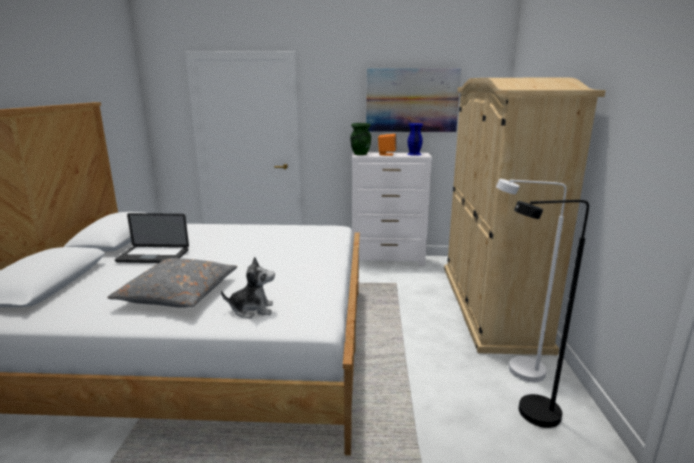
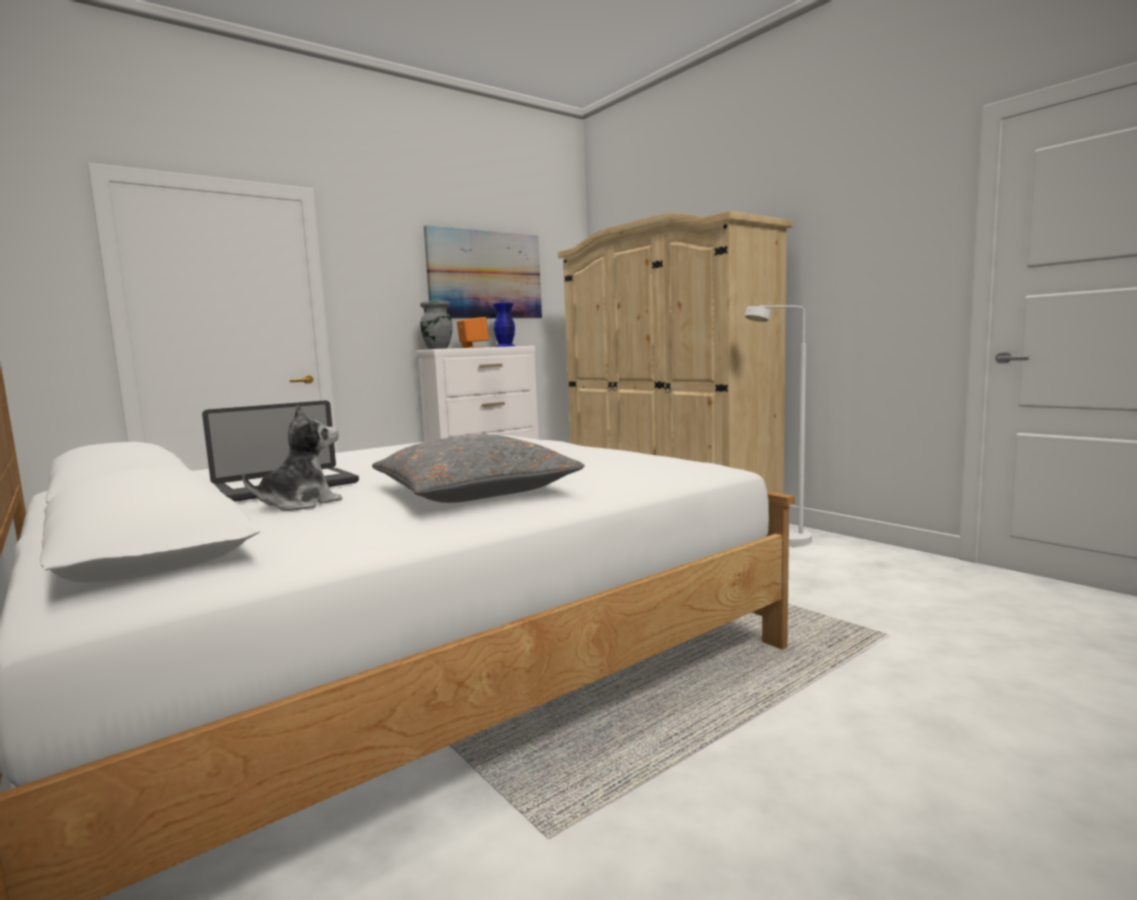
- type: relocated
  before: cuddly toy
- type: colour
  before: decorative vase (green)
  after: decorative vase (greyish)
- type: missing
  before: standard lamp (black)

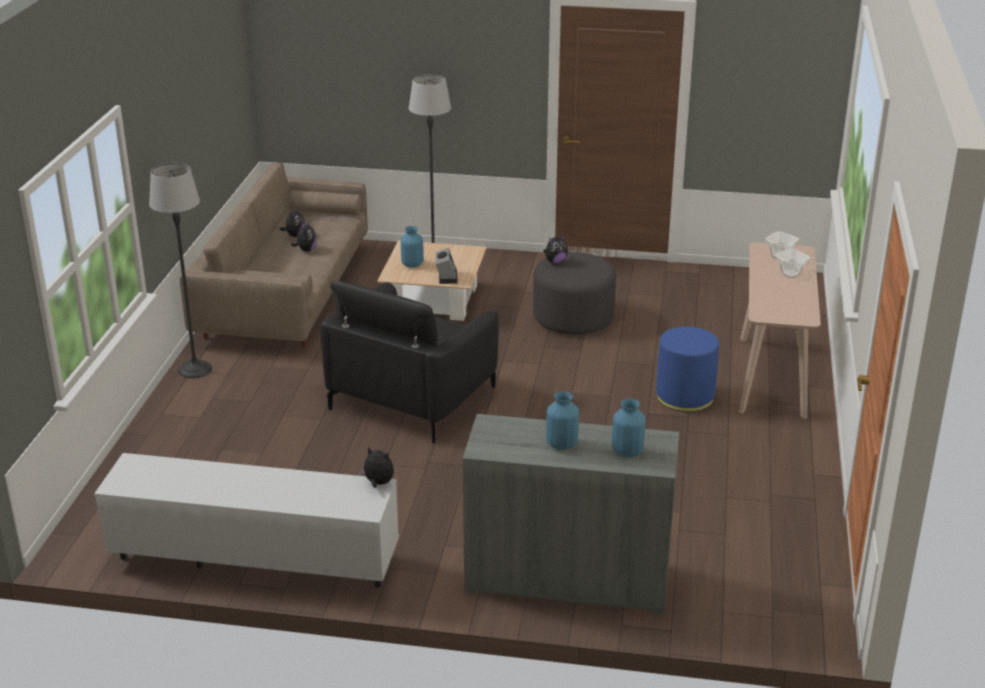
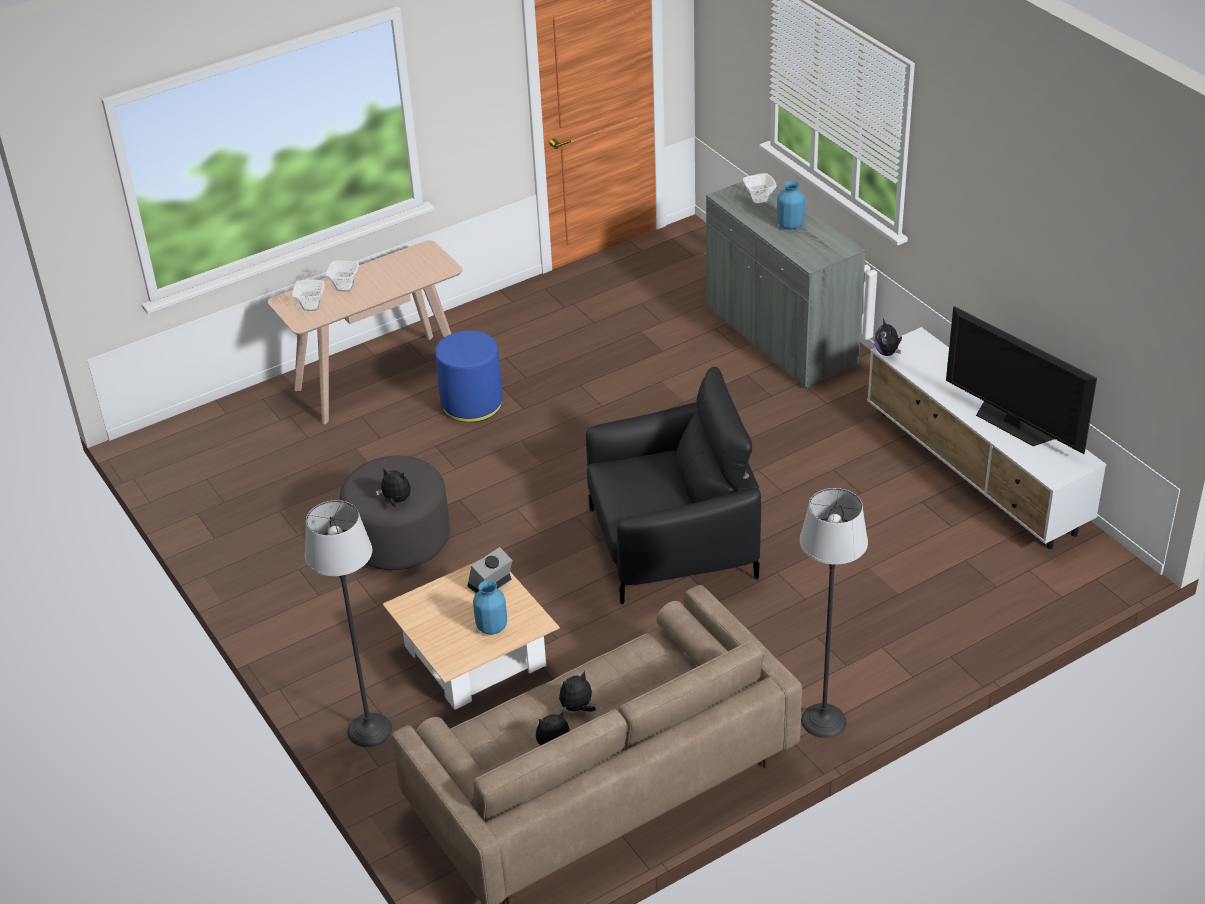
- type: exchanged
  before: decorative vase (blue-coloured) (no. 3 from left)
  after: bowl (no. 3 from left)
- type: appeared
  after: television

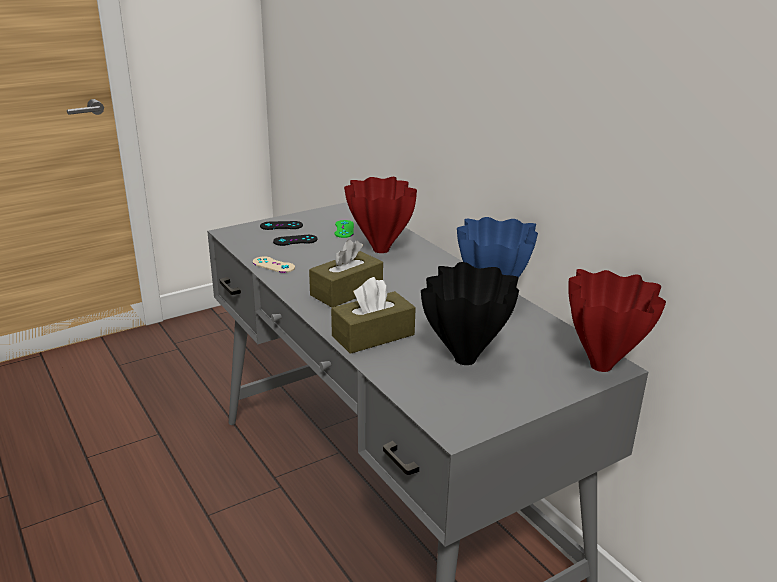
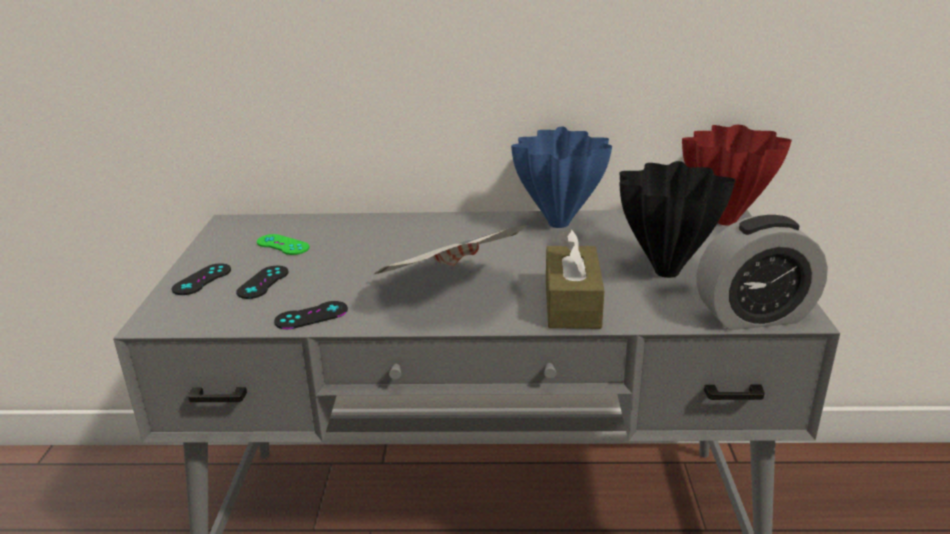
- type: colour
  before: gamepad (sand-coloured)
  after: gamepad (black) (no. 3 from left)
- type: exchanged
  before: box of tissues (brown-coloured) (no. 1 from left)
  after: newspaper
- type: appeared
  after: table clock
- type: missing
  before: decorative vase (reddish) (no. 1 from left)

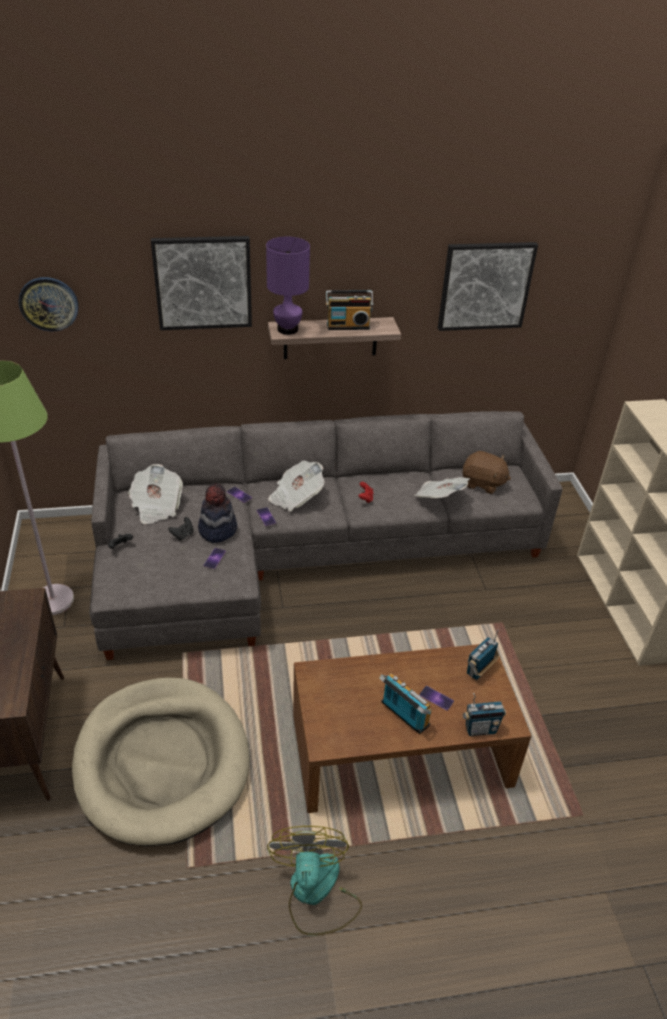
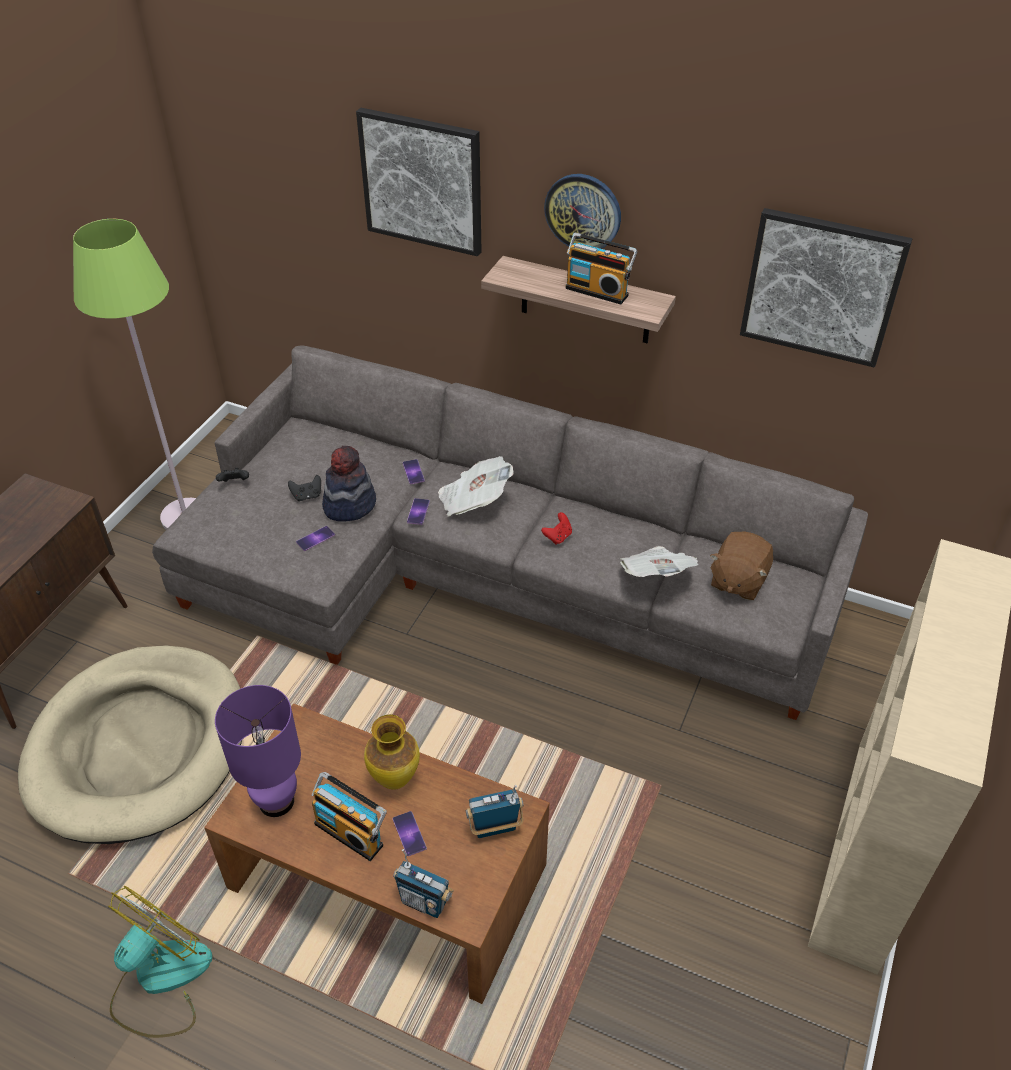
- type: relocated
  before: tabletop lamp (purple-coloured)
- type: spun
  before: radio (no. 2 from left in the first image)
  turn: 135
- type: appeared
  after: decorative vase
- type: relocated
  before: wall clock
- type: spun
  before: cuddly toy (brown-coloured)
  turn: 60
- type: missing
  before: newspaper (no. 1 from left)

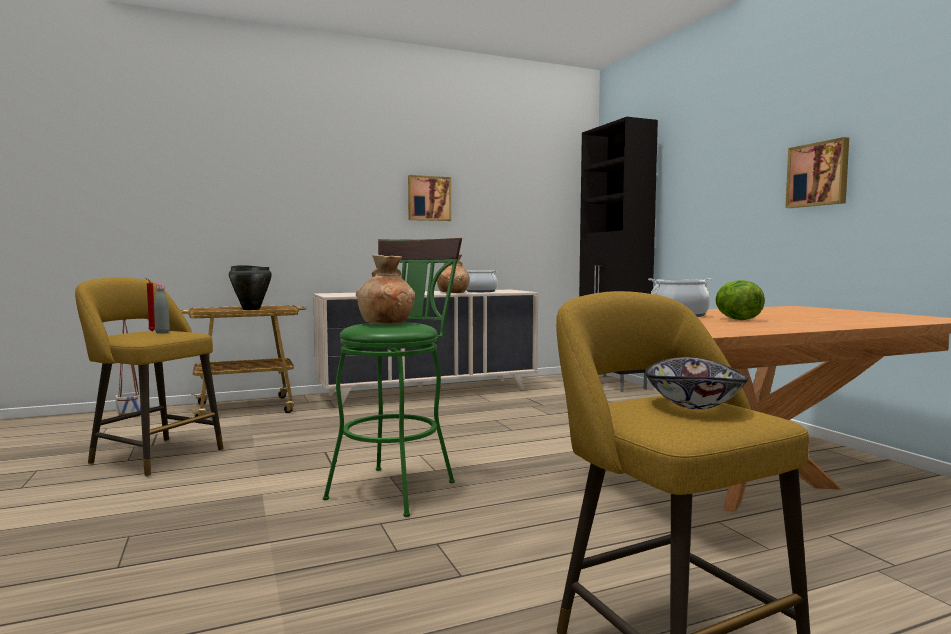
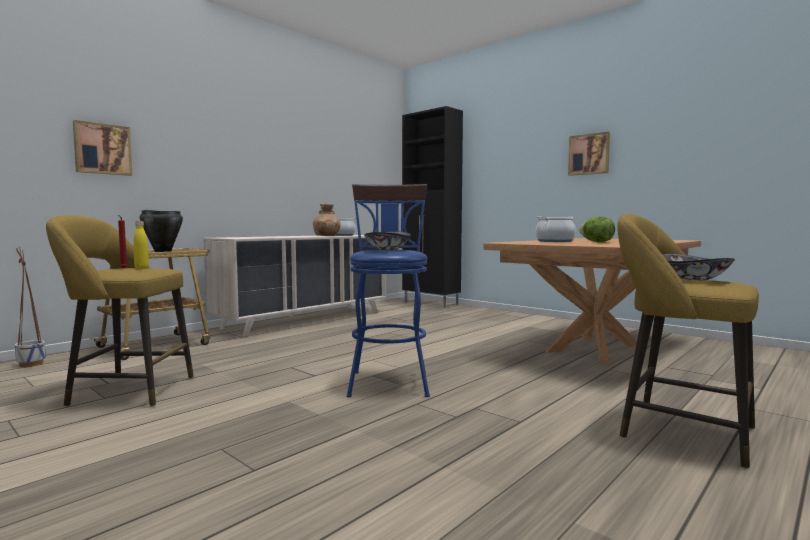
- type: relocated
  before: picture (no. 1 from left)
- type: colour
  before: bottle (greyish)
  after: bottle (yellow-coloured)
- type: colour
  before: sitting stool (green)
  after: sitting stool (blue-coloured)
- type: exchanged
  before: decorative vase (brown-coloured) (no. 1 from left)
  after: bowl (no. 1 from left)

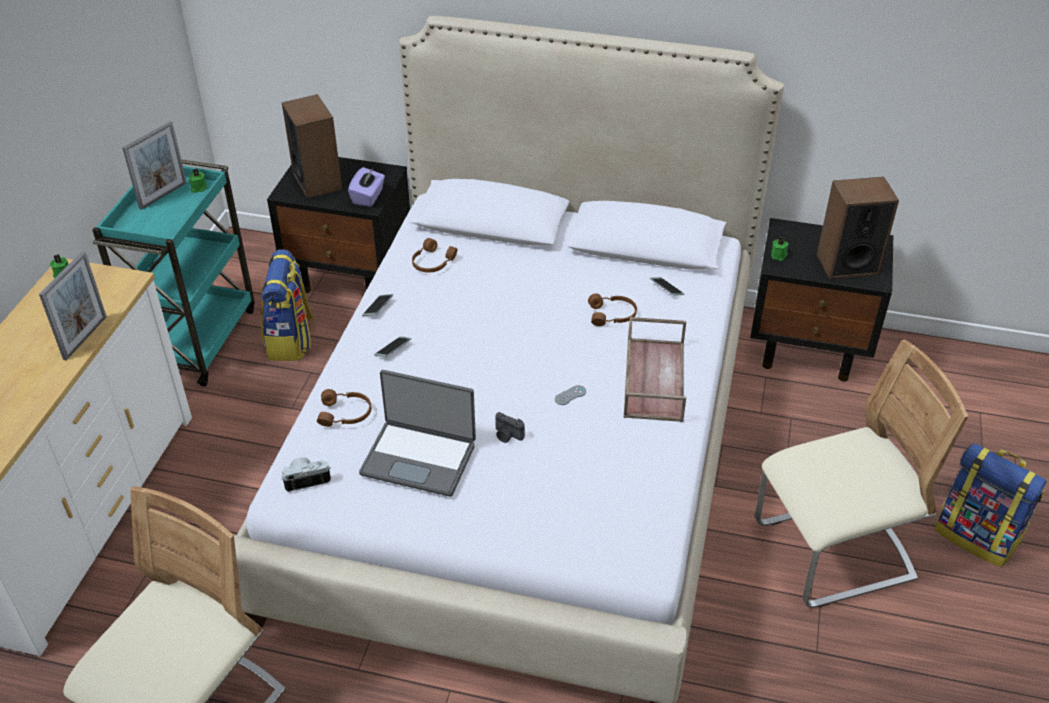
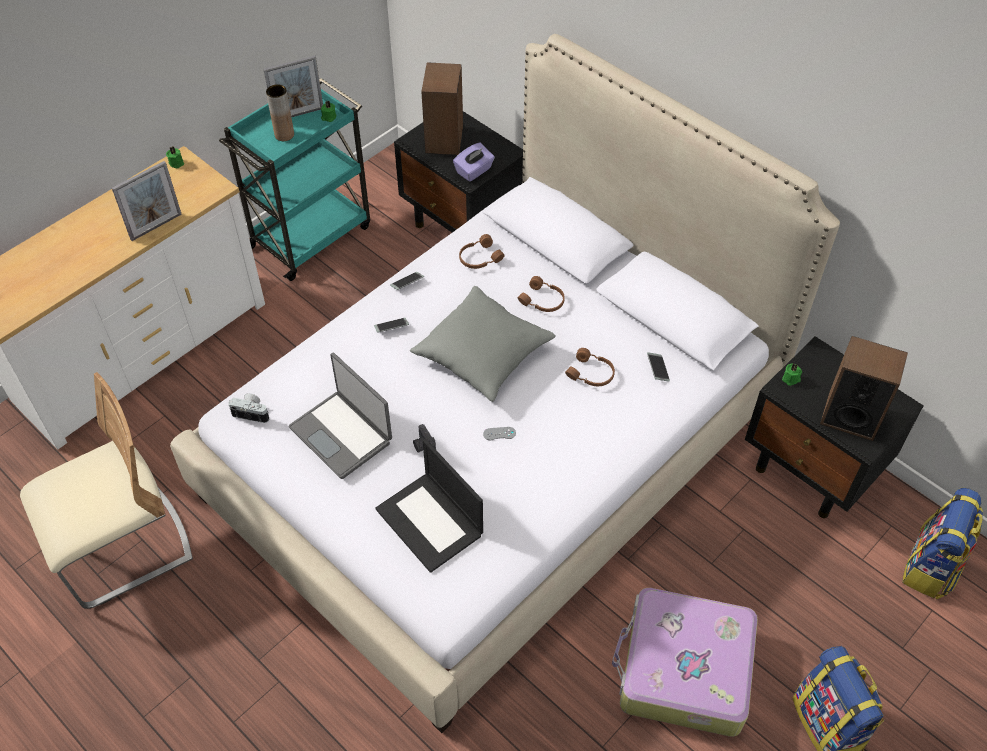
- type: appeared
  after: decorative vase (brown-coloured)
- type: appeared
  after: laptop (no. 2 from left)
- type: appeared
  after: pillow (greyish)
- type: relocated
  before: pair of headphones (brown-coloured) (no. 1 from left in the first image)
  after: pair of headphones (brown-coloured) (no. 2 from left)
- type: exchanged
  before: chair (sand-coloured) (no. 2 from left)
  after: suitcase
- type: relocated
  before: knapsack (no. 1 from left in the first image)
  after: knapsack (no. 2 from left)
- type: missing
  before: tray (brown-coloured)

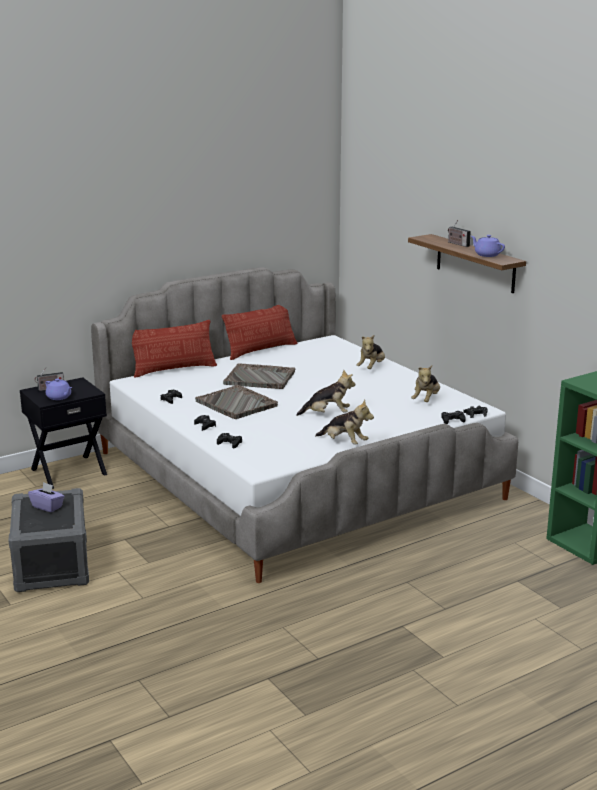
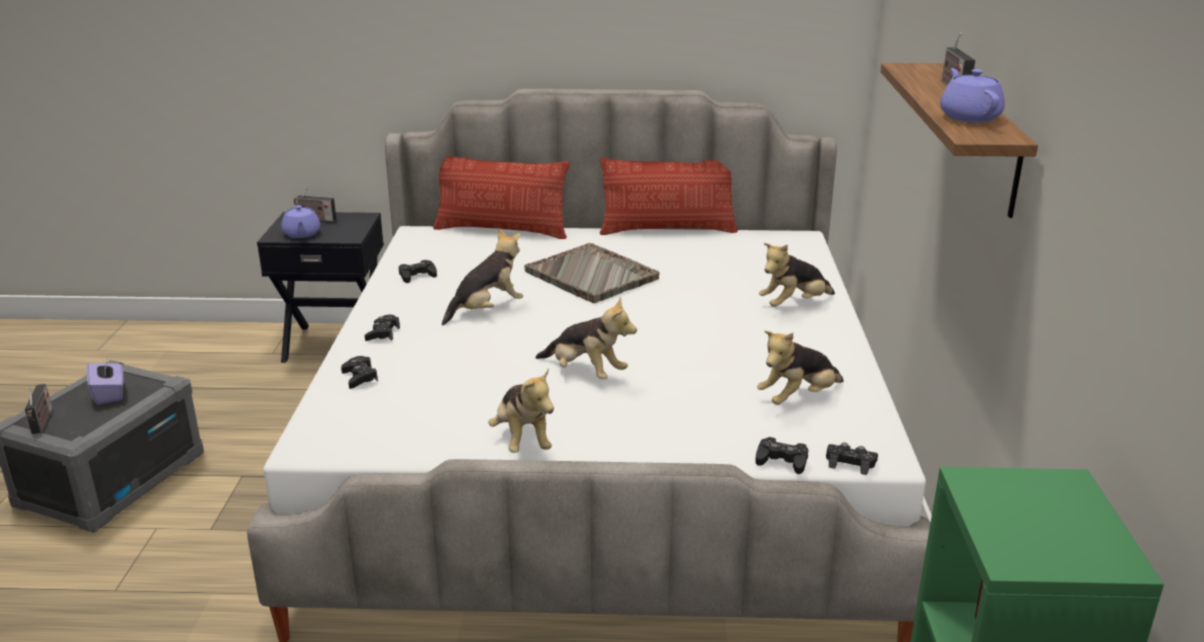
- type: appeared
  after: radio (no. 1 from left)
- type: exchanged
  before: tray (greyish) (no. 1 from left)
  after: cuddly toy (no. 1 from left)

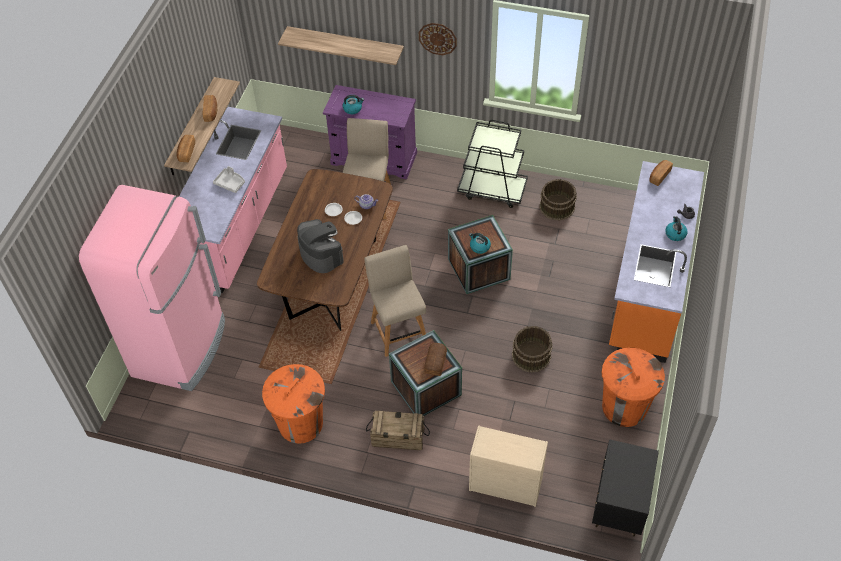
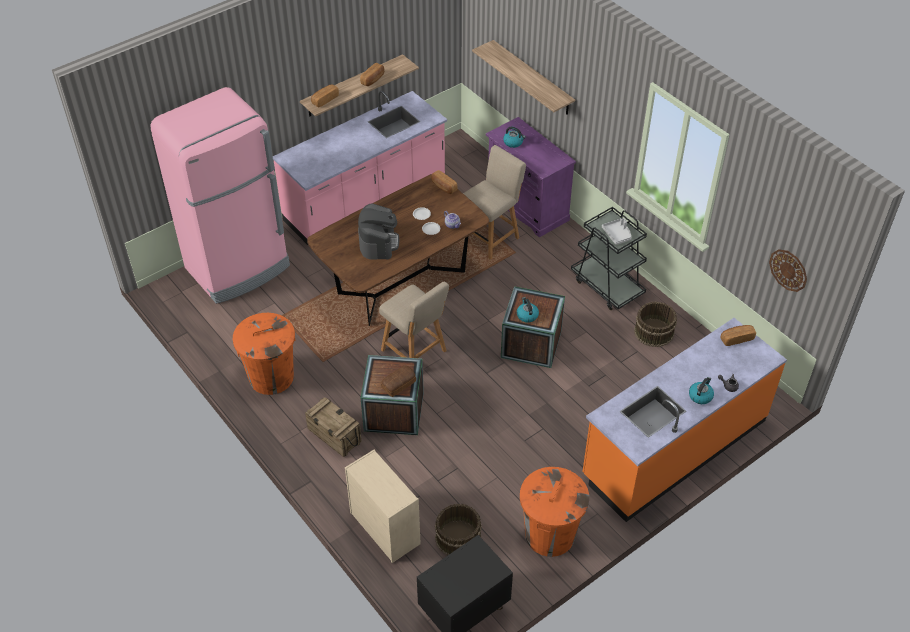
- type: spun
  before: chair (sand-coloured) (no. 2 from left in the first image)
  turn: 120
- type: appeared
  after: bread (no. 4 from left)
- type: relocated
  before: pail (brown-coloured) (no. 1 from left)
- type: relocated
  before: tray (greyish)
- type: relocated
  before: wall clock

